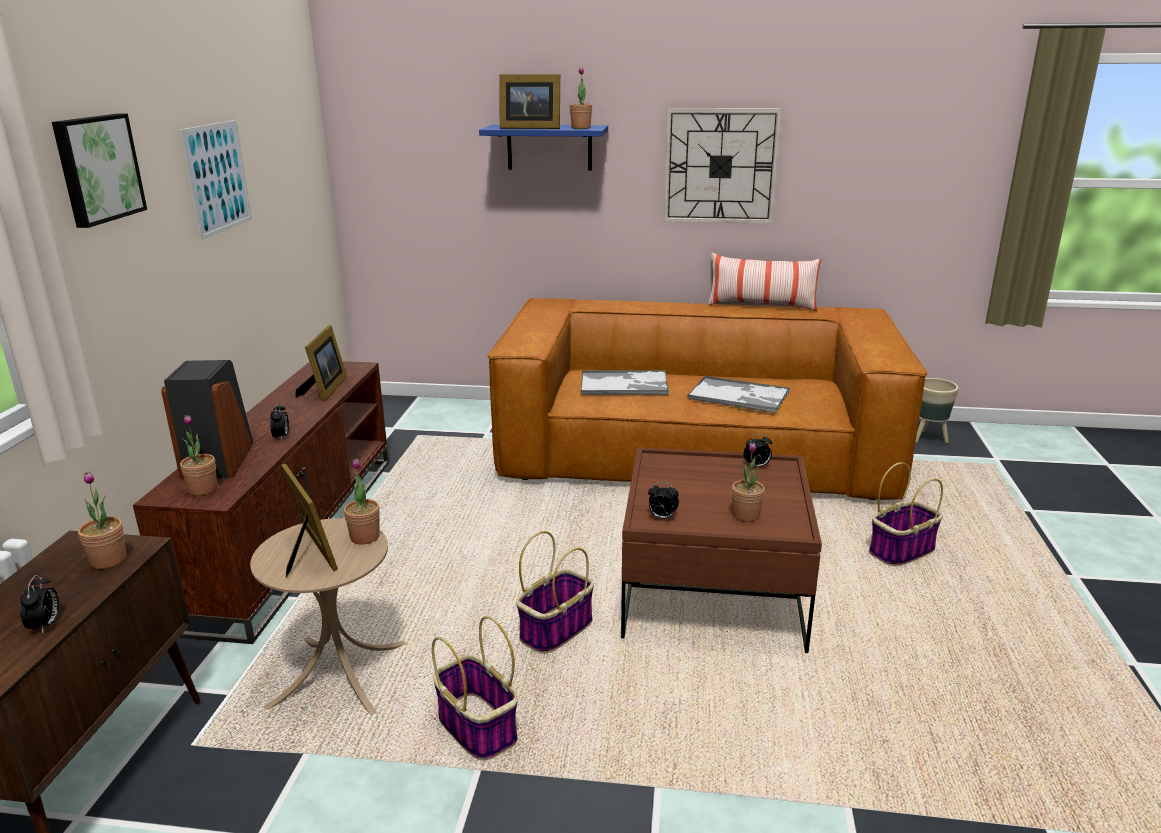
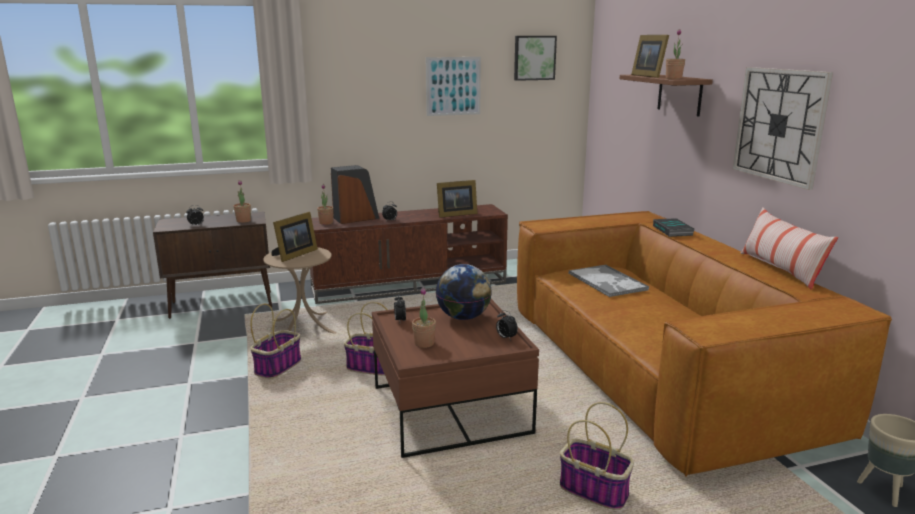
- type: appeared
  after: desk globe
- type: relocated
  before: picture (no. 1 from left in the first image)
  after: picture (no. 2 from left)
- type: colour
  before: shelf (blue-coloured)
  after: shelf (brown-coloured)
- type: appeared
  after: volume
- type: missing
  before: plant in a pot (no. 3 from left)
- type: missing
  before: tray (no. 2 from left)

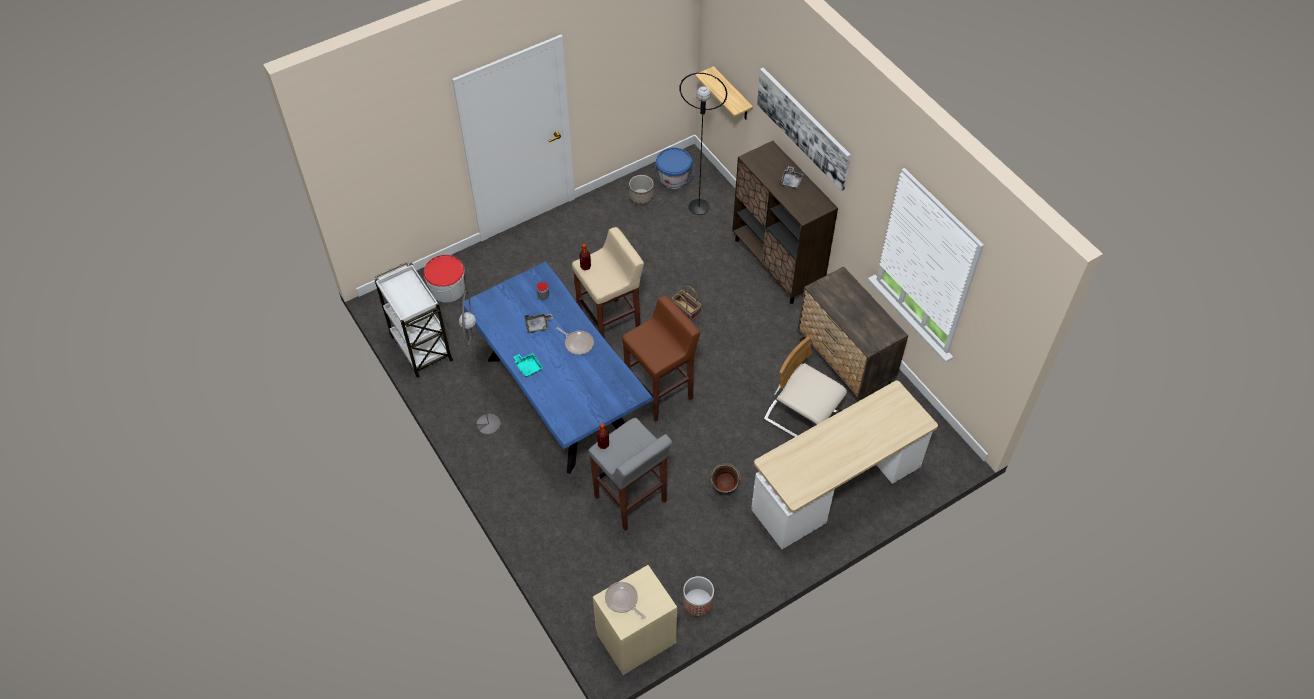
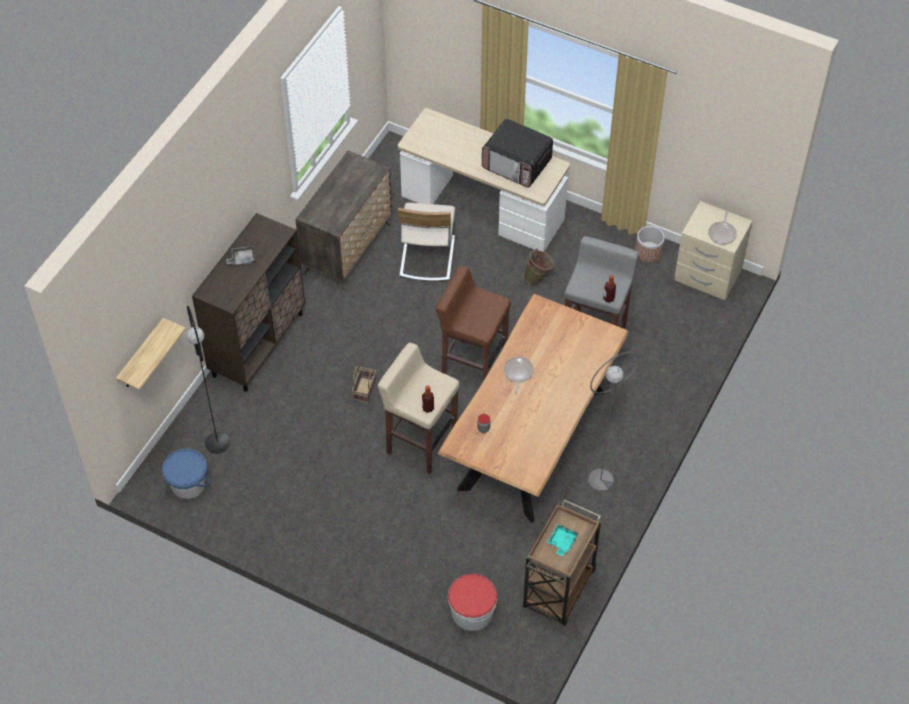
- type: colour
  before: dining table (blue-coloured)
  after: dining table (brown-coloured)
- type: appeared
  after: kitchen microwave
- type: colour
  before: cart (white-coloured)
  after: cart (brown-coloured)
- type: relocated
  before: tray (turquoise-coloured)
- type: missing
  before: tray (greyish) (no. 1 from left)
- type: missing
  before: planter (no. 1 from left)
- type: missing
  before: picture

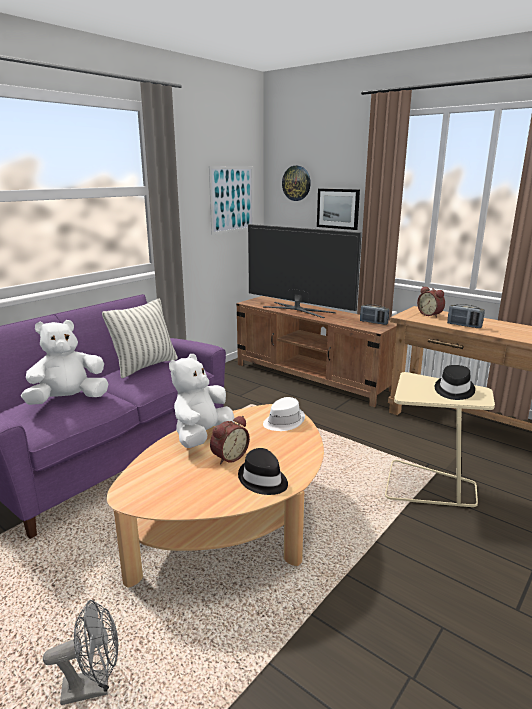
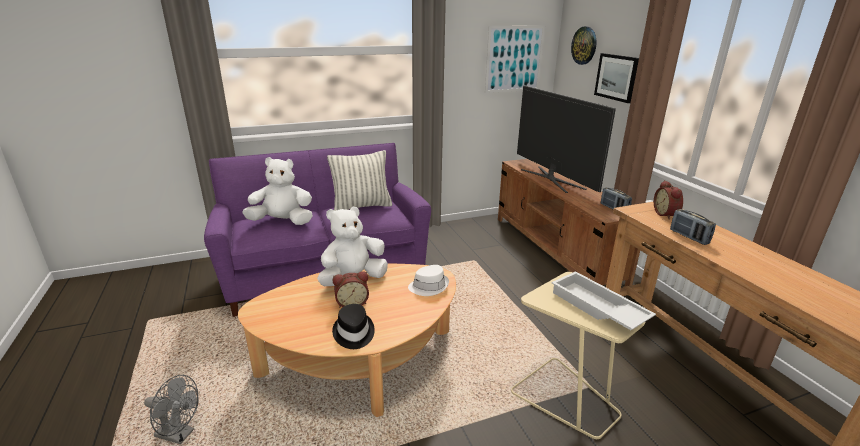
- type: exchanged
  before: clothing hat (black) (no. 2 from left)
  after: tray (white-coloured)

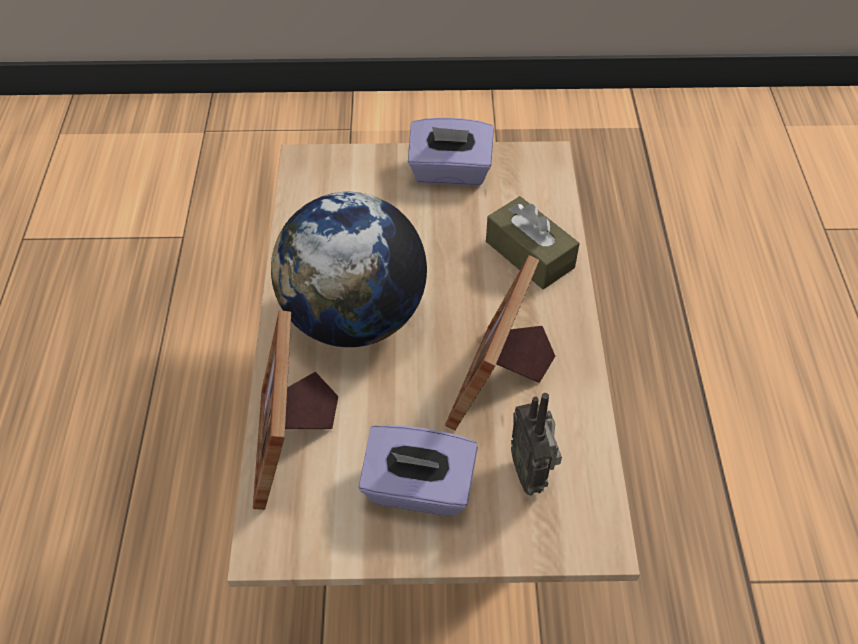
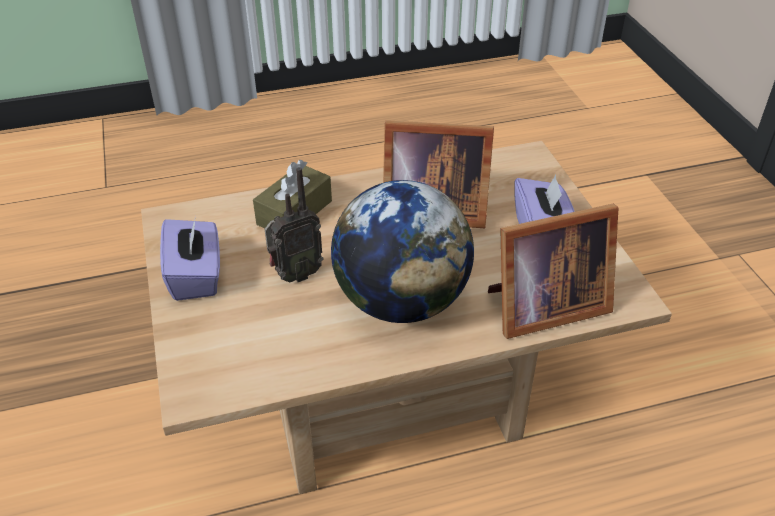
- type: relocated
  before: radio

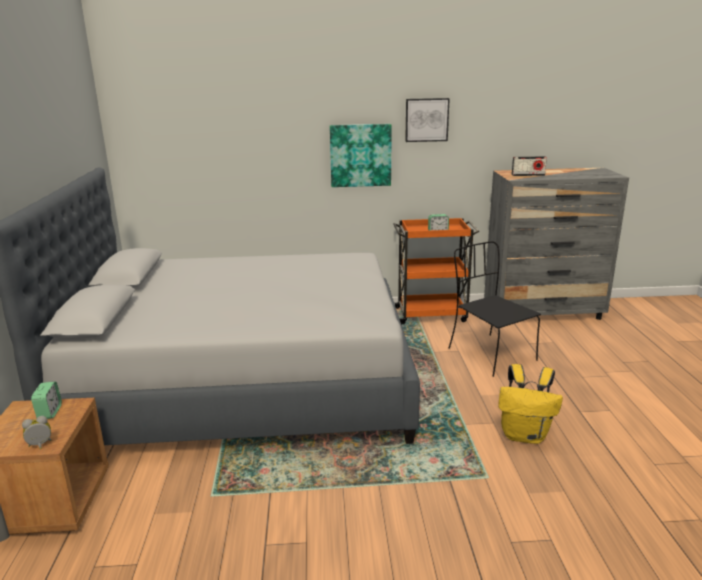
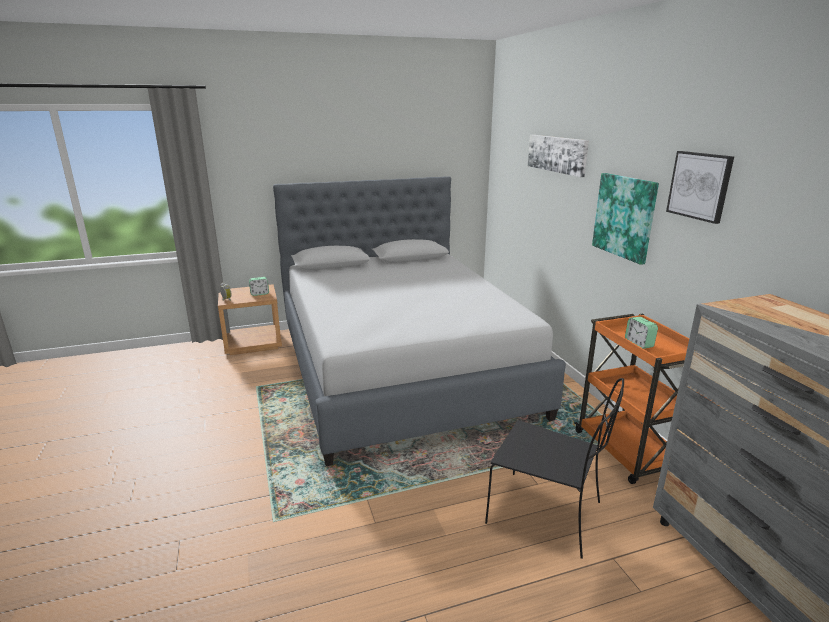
- type: spun
  before: chair (black)
  turn: 75
- type: appeared
  after: picture (no. 1 from left)
- type: missing
  before: knapsack (yellow-coloured)
- type: missing
  before: radio

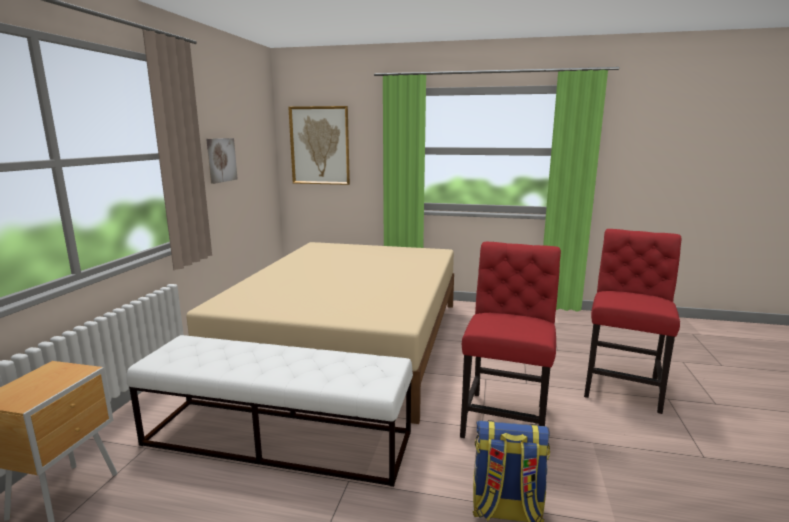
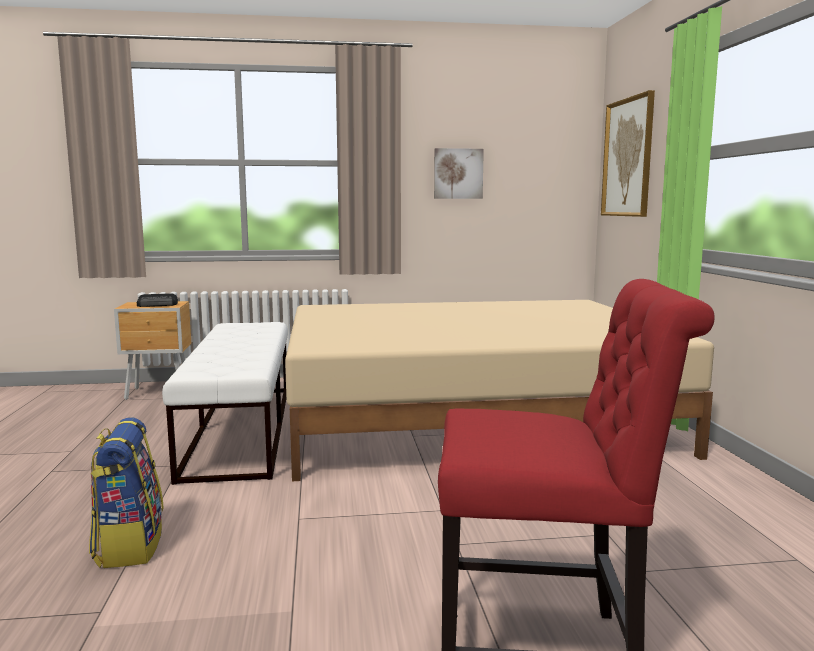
- type: appeared
  after: radio
- type: missing
  before: chair (reddish) (no. 1 from left)

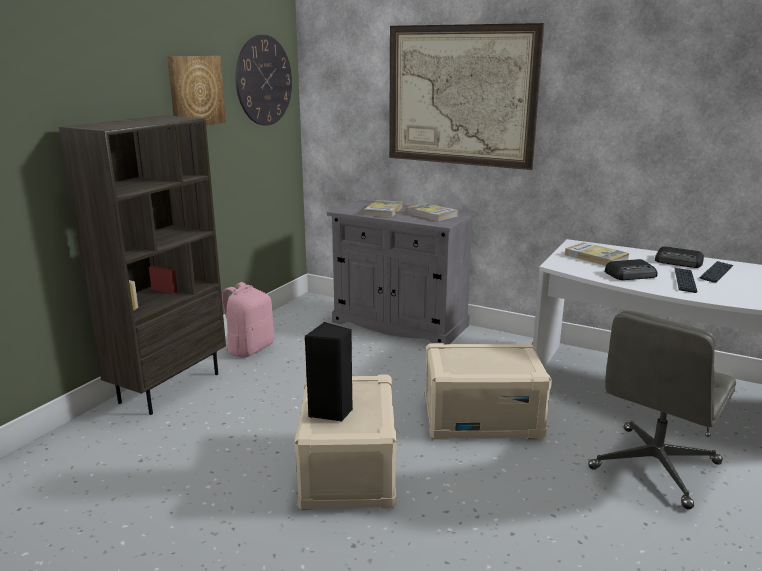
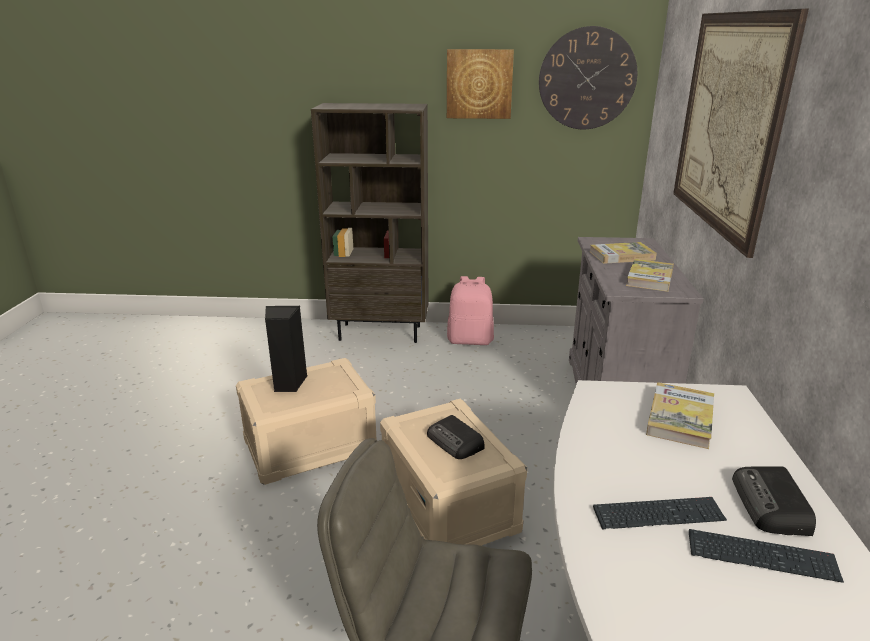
- type: relocated
  before: radio (no. 1 from left)

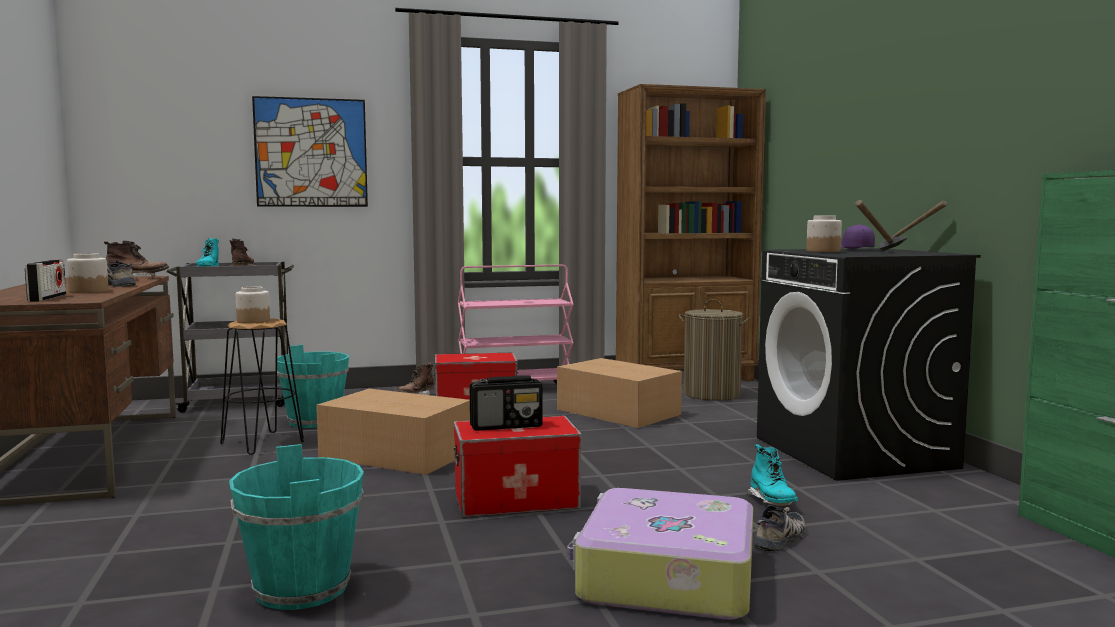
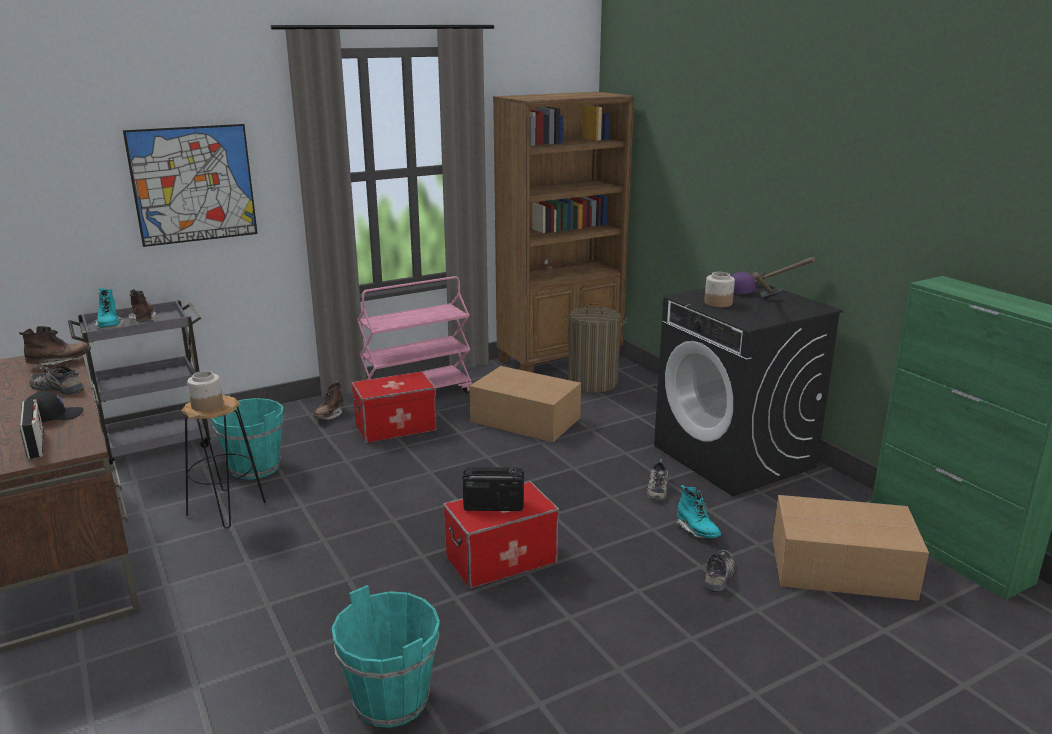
- type: exchanged
  before: jar (no. 1 from left)
  after: peaked cap (black)
- type: spun
  before: radio (no. 2 from left)
  turn: -150
- type: appeared
  after: low shoe (no. 2 from left)
- type: relocated
  before: packing box (no. 1 from left in the first image)
  after: packing box (no. 2 from left)
- type: missing
  before: suitcase

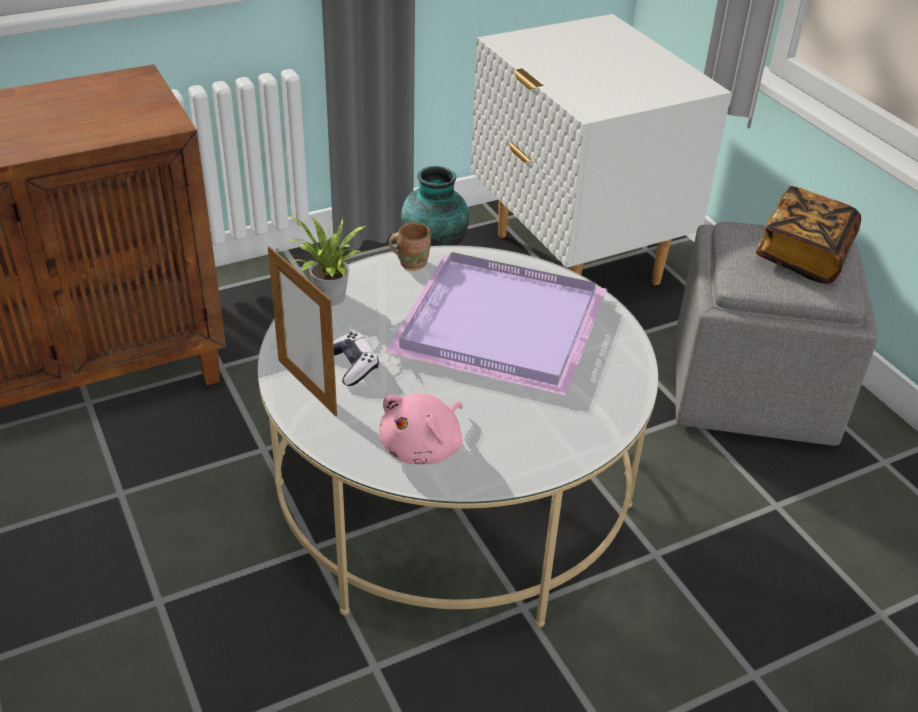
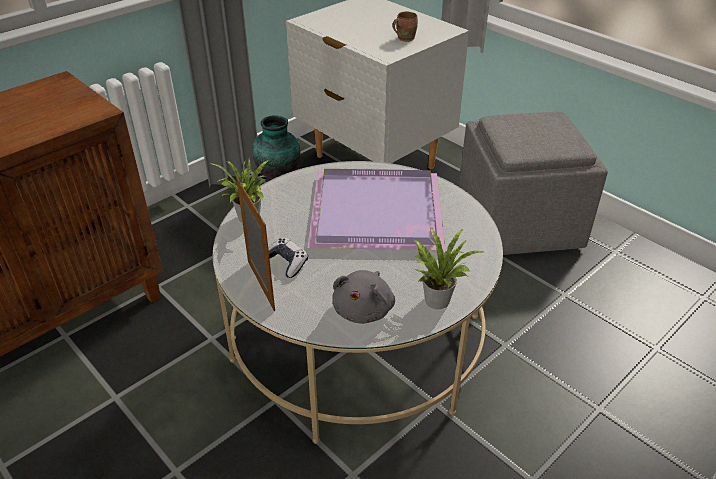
- type: spun
  before: picture frame
  turn: -150
- type: colour
  before: cuddly toy (pink)
  after: cuddly toy (greyish)
- type: relocated
  before: tea mug (brown-coloured)
- type: appeared
  after: plant in a pot (no. 2 from left)
- type: missing
  before: volume

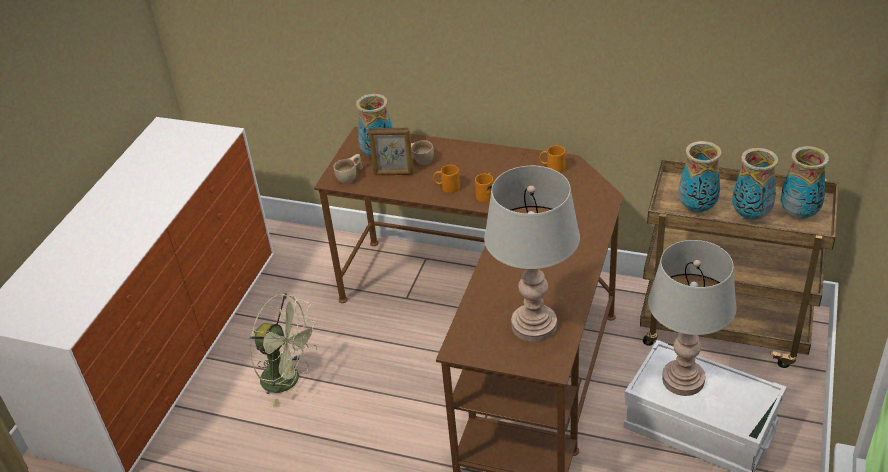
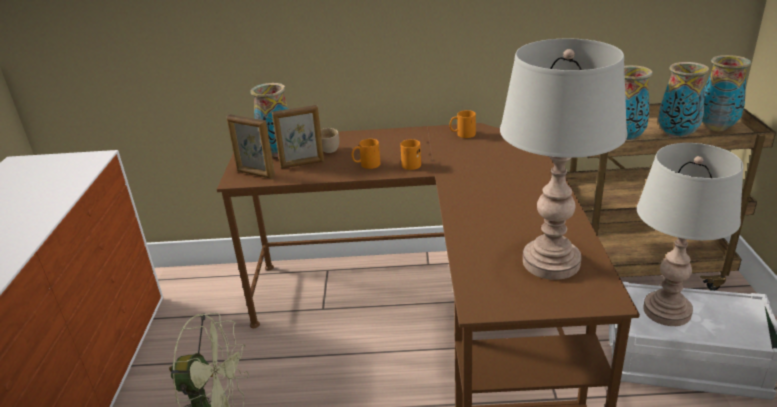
- type: exchanged
  before: cup (sand-coloured) (no. 1 from left)
  after: picture frame (no. 1 from left)

